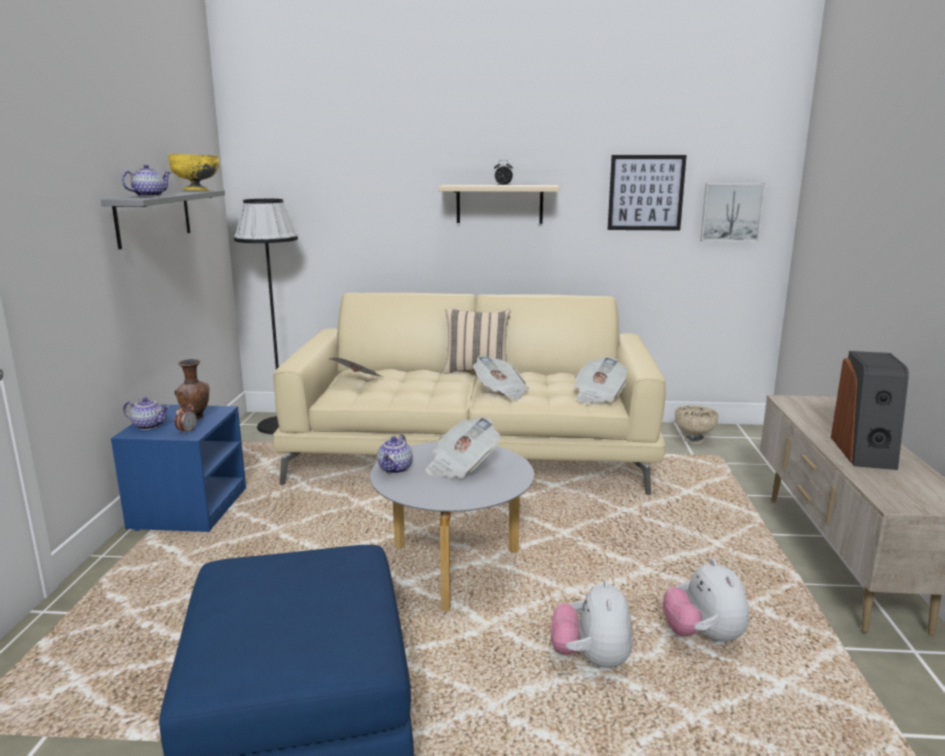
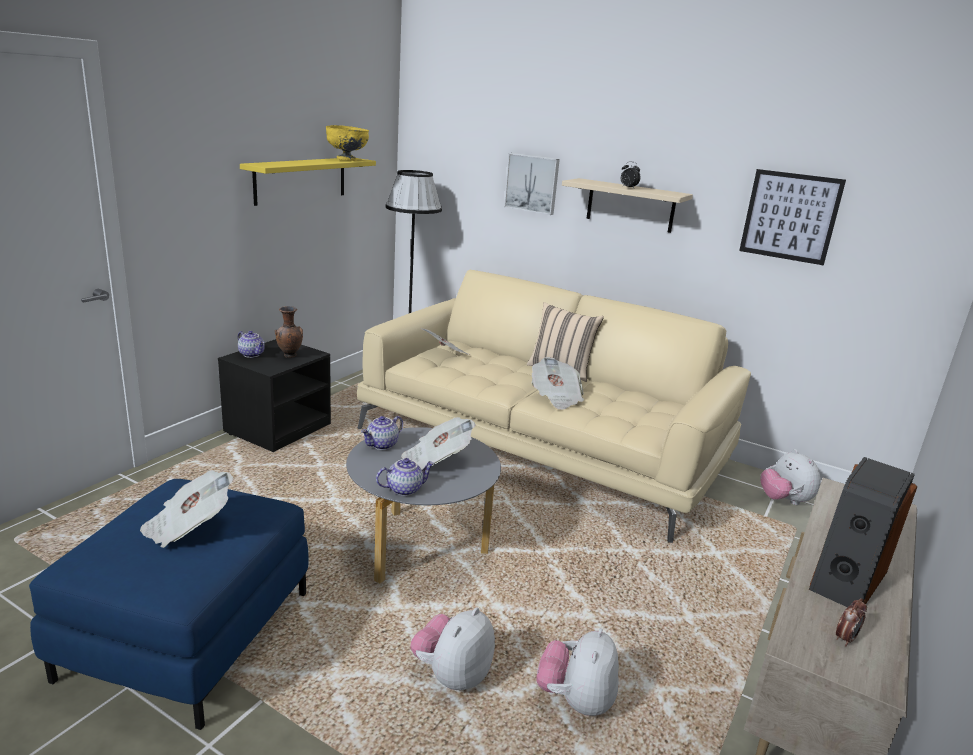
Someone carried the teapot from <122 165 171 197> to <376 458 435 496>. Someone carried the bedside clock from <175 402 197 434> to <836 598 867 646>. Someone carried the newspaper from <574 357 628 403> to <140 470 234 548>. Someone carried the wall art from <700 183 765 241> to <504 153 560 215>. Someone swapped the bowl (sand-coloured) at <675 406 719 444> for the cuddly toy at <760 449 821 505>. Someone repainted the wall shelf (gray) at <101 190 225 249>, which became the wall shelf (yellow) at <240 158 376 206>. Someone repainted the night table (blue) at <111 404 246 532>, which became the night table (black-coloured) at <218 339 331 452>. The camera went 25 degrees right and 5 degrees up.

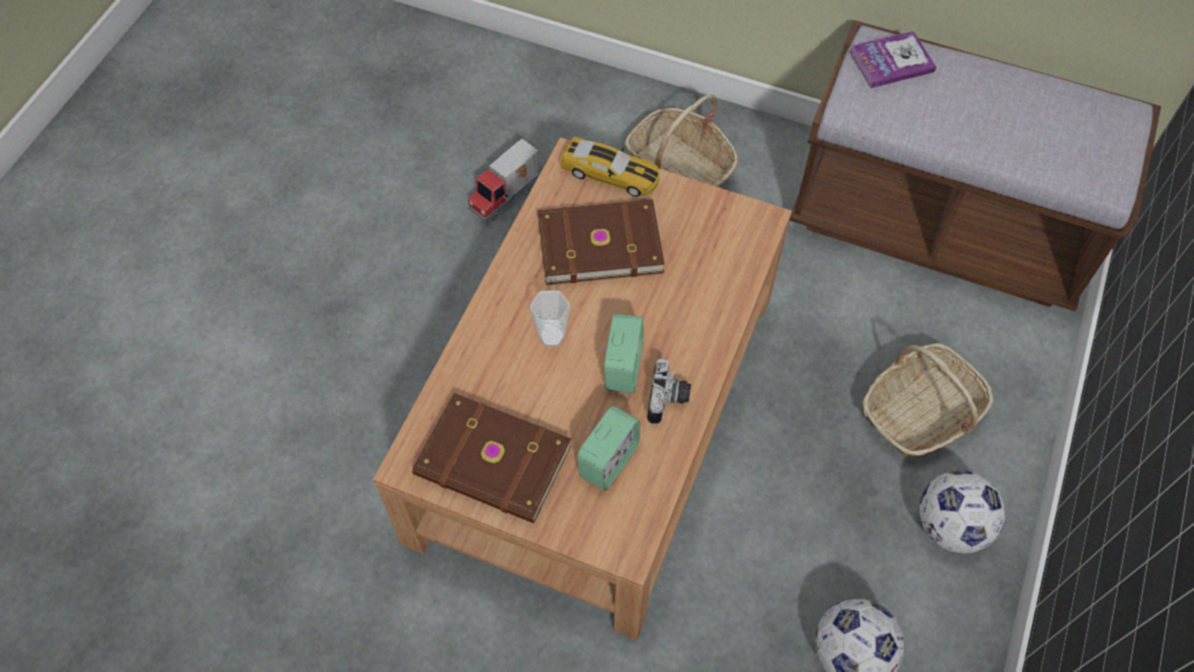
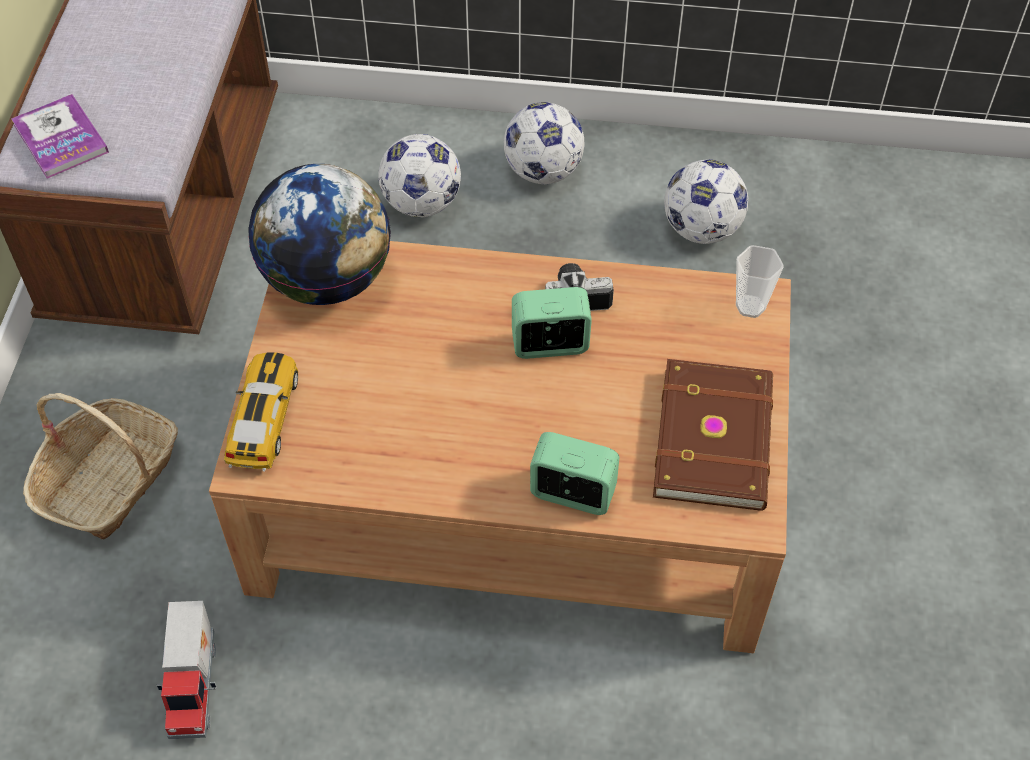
Someone took away the bound book (brown-coloured) at <538 199 665 285>. Someone put down the globe at <248 164 391 305>. Someone carried the cup from <530 291 570 347> to <736 245 784 318>. Someone carried the bedside clock from <577 406 640 491> to <530 432 619 515>. Someone swapped the basket at <862 343 993 457> for the football ball at <378 134 461 218>. Someone rotated the toy lorry at <468 139 538 222> by 60 degrees clockwise. The camera went 105 degrees left and 5 degrees down.

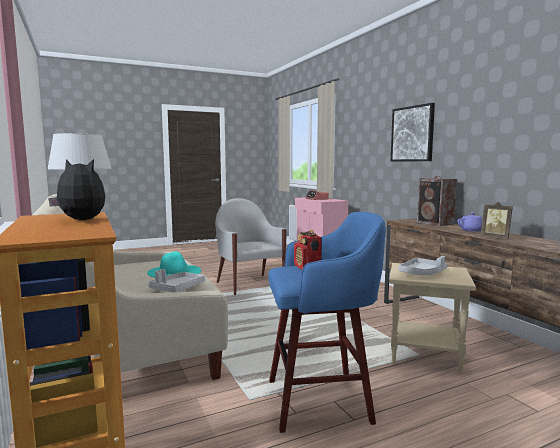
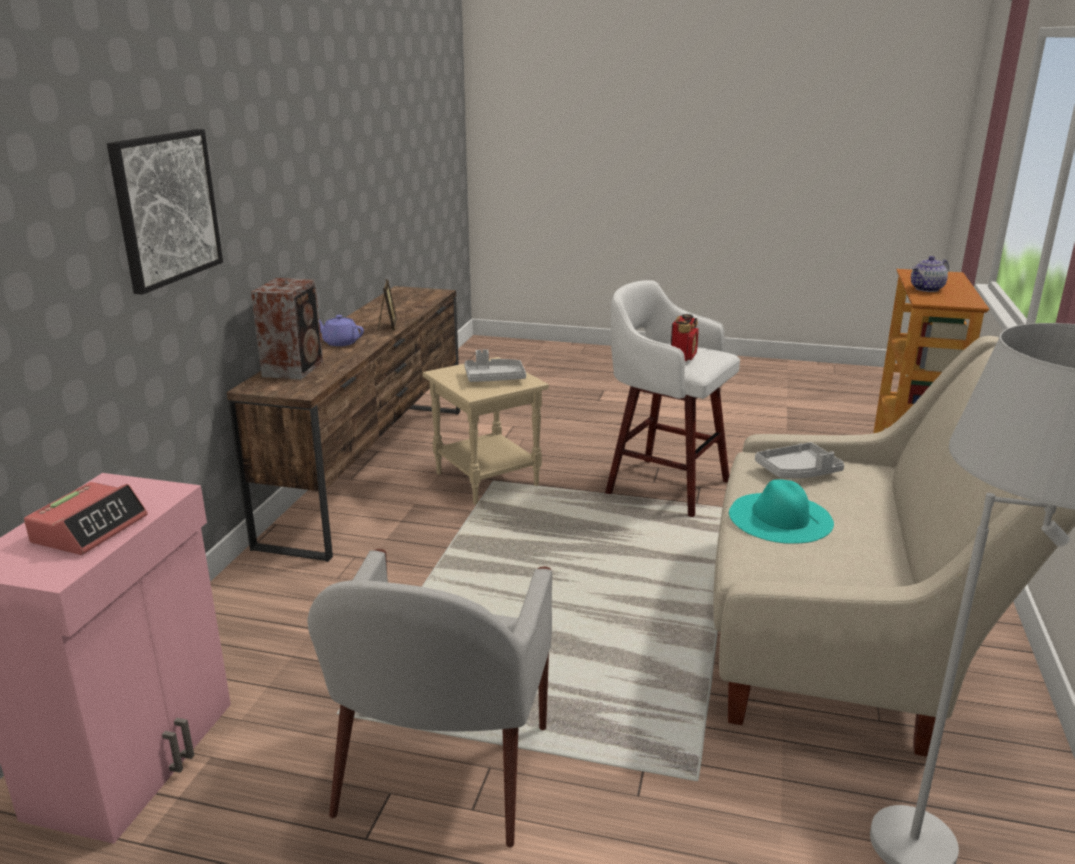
Someone swapped the cuddly toy at <48 159 105 220> for the teapot at <911 256 949 292>. Someone repainted the stool (blue) at <268 212 385 433>, which became the stool (white-coloured) at <605 280 740 517>. The camera went 140 degrees left and 15 degrees up.

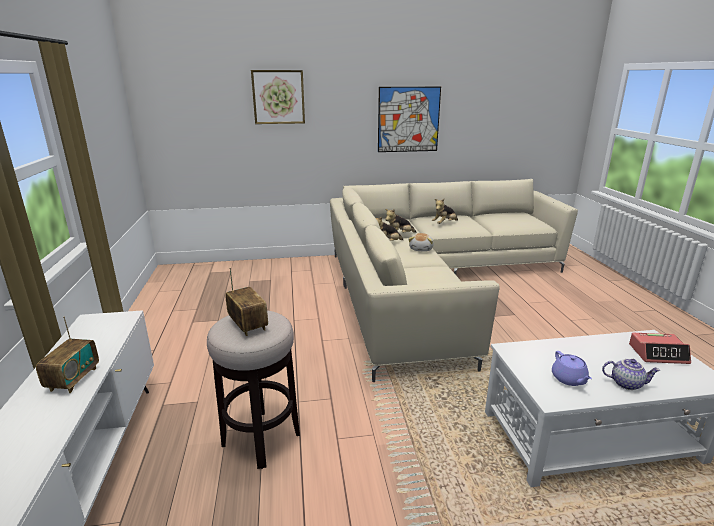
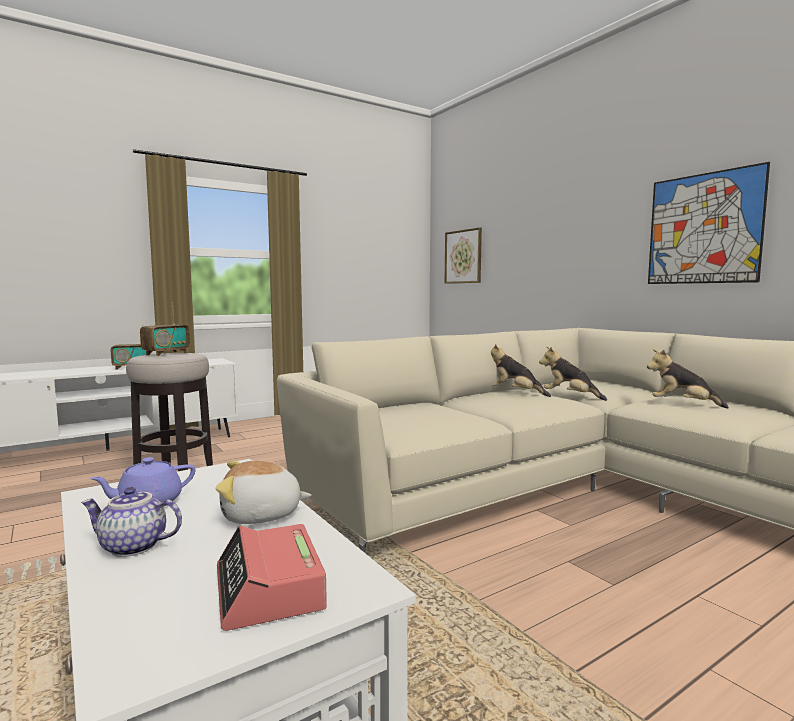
Someone carried the wall art from <251 70 305 124> to <445 227 482 284>. Someone carried the cuddly toy from <409 233 434 252> to <216 461 311 524>. Someone rotated the teapot at <602 359 660 390> by 105 degrees clockwise. The camera went 65 degrees right and 15 degrees down.

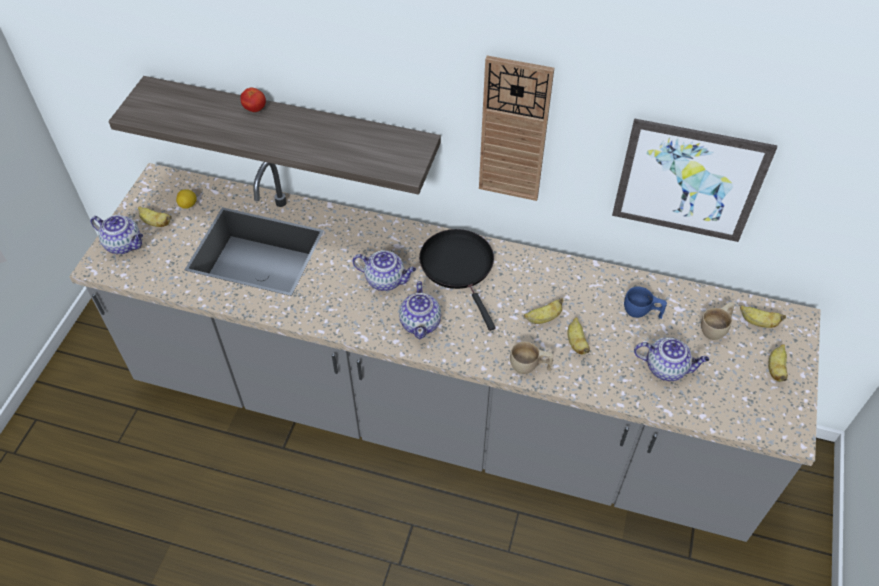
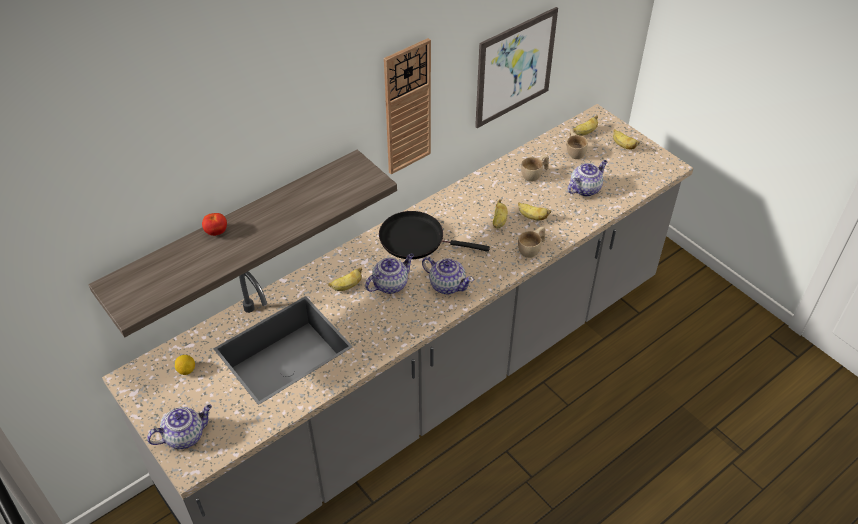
Someone carried the banana fruit from <138 206 172 227> to <328 267 362 291>. Someone repainted the cup (blue) at <624 287 667 319>, which became the cup (sand-coloured) at <521 155 549 182>. The camera went 55 degrees left and 5 degrees down.

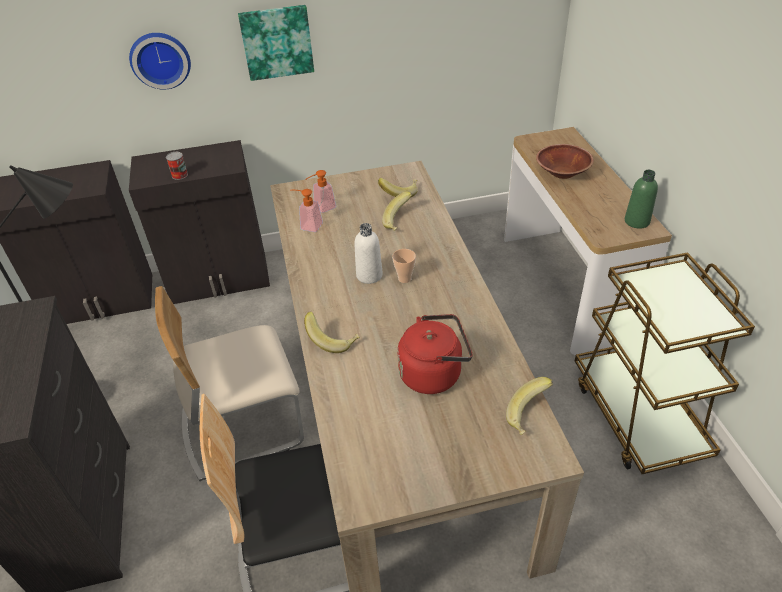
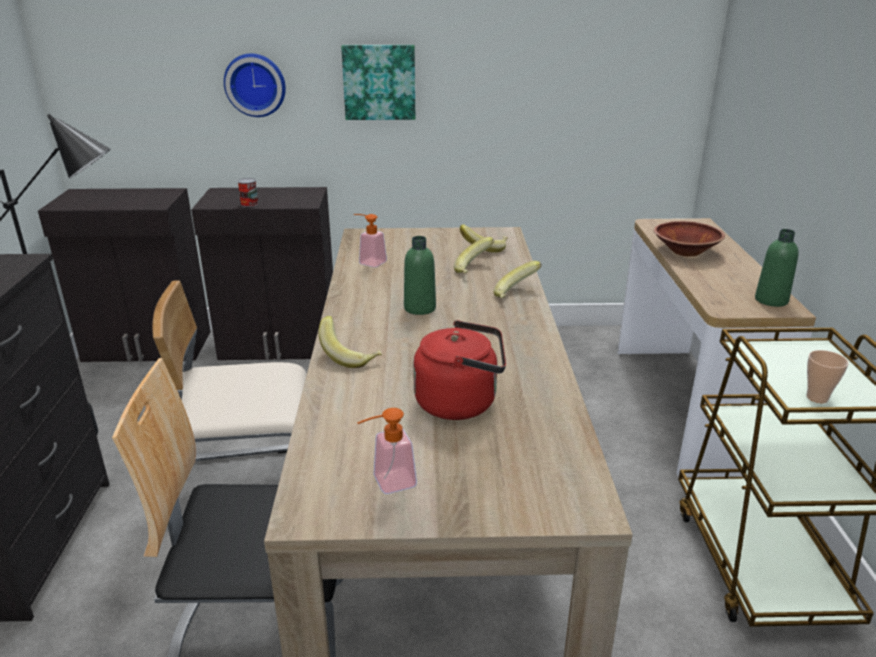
Someone carried the soap dispenser from <305 170 336 213> to <357 408 417 494>. Someone carried the cup from <392 249 416 283> to <806 350 849 403>. Someone carried the banana fruit from <506 377 553 435> to <493 261 542 298>. Someone repainted the bottle (white-coloured) at <354 223 383 284>, which became the bottle (green-coloured) at <404 236 436 315>. The camera went 10 degrees right and 15 degrees down.

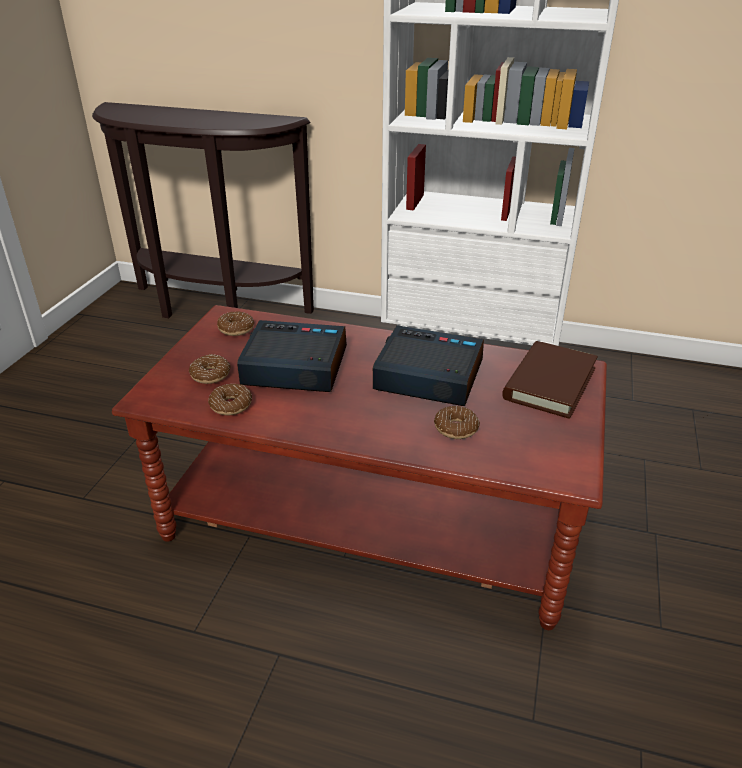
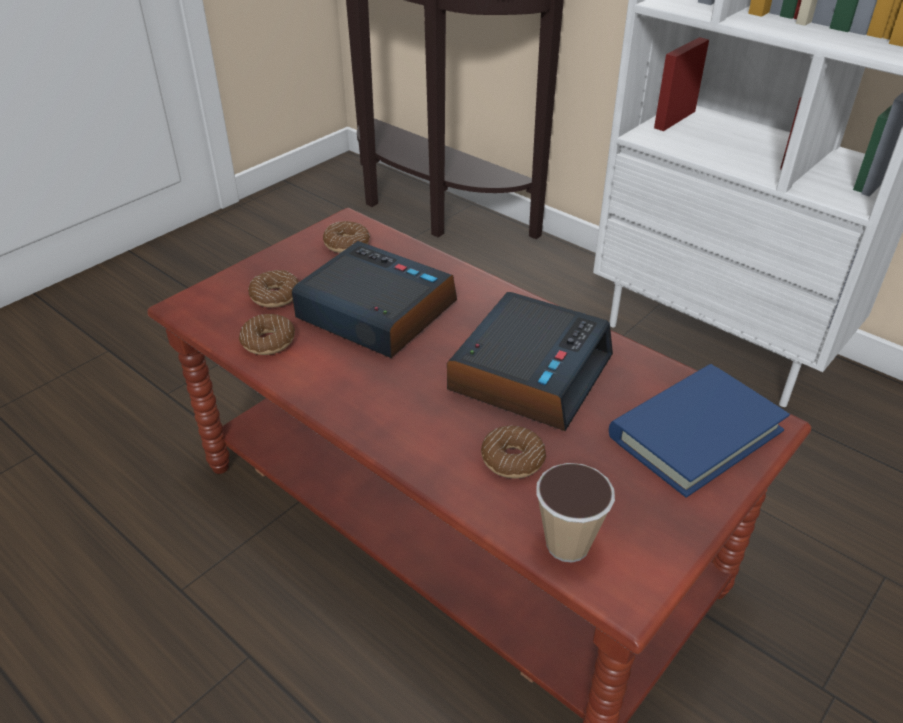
Someone put down the cup at <536 463 615 562>. Someone repainted the bound book (brown-coloured) at <502 341 598 419>, which became the bound book (blue) at <609 364 790 498>. Someone rotated the bedside clock at <373 325 484 406> by 75 degrees clockwise. The camera went 25 degrees right and 5 degrees up.

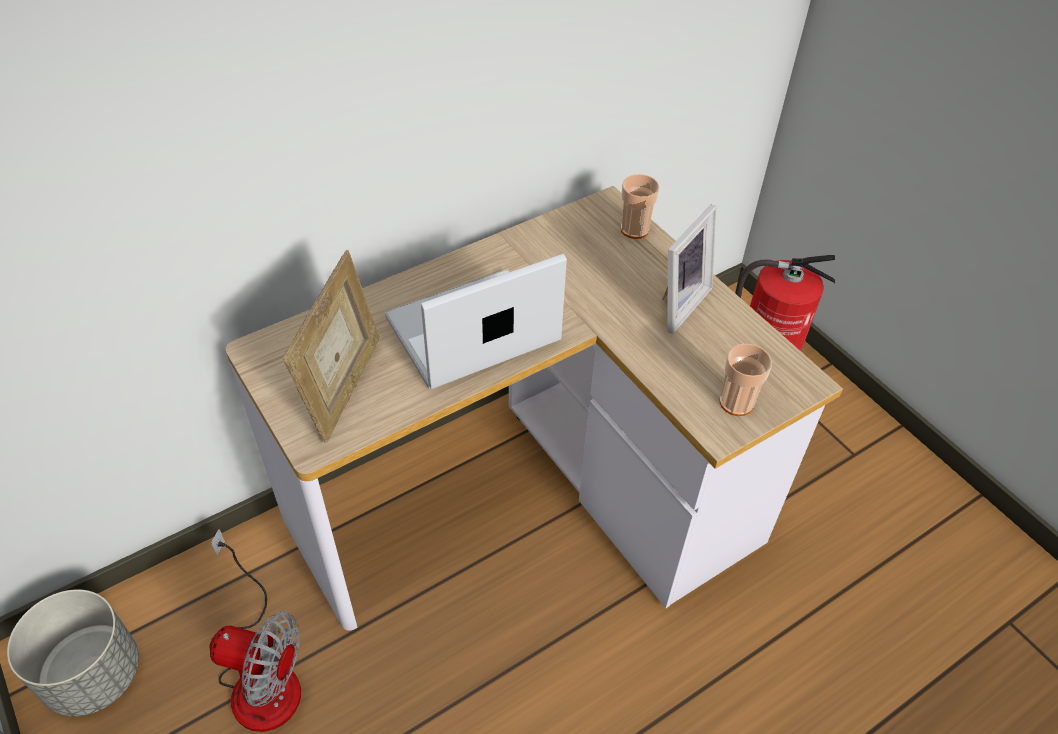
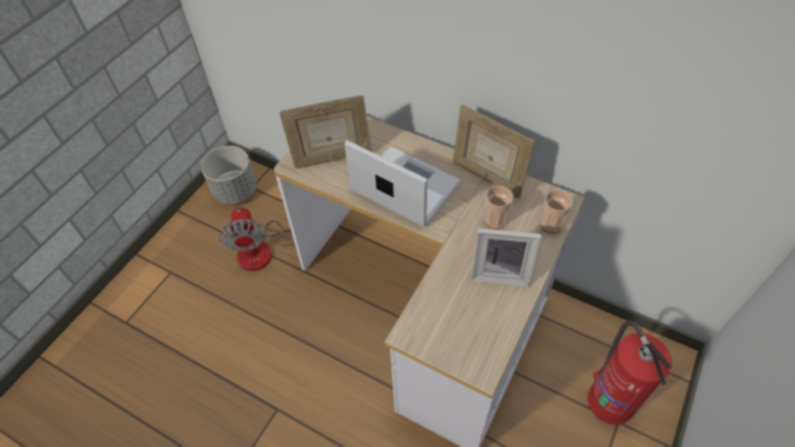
Someone put down the photo frame at <453 105 535 198>. Someone carried the cup from <720 344 772 416> to <485 186 513 229>. The camera went 65 degrees right and 5 degrees up.

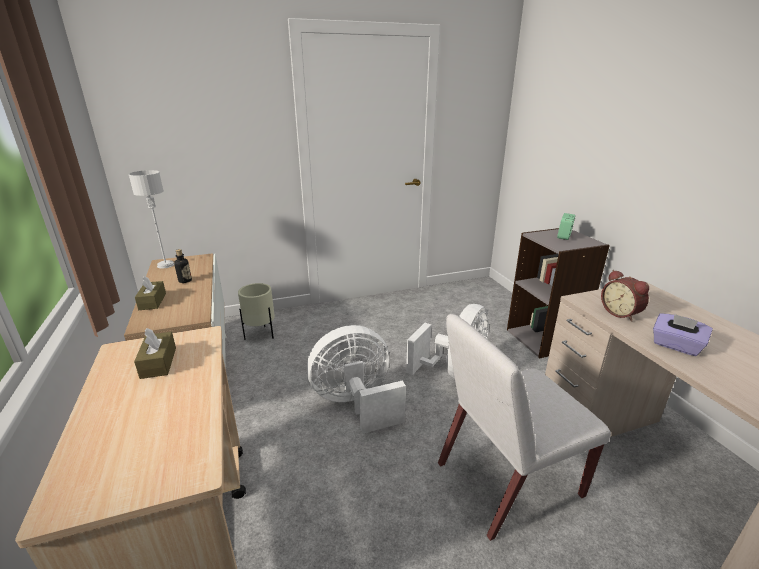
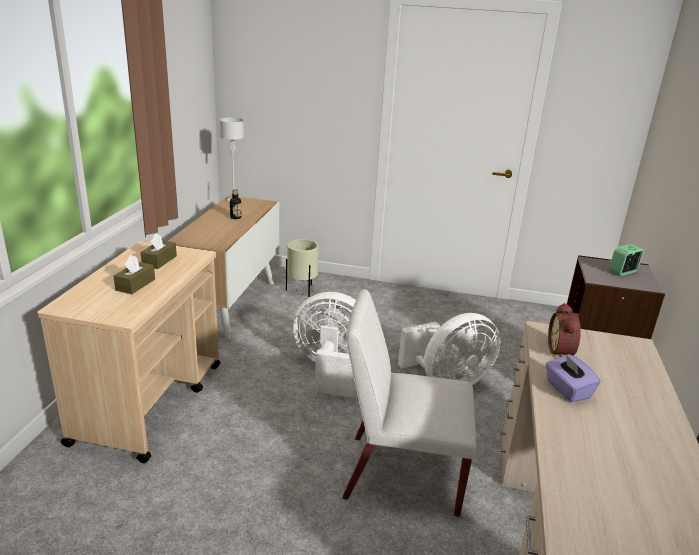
Someone carried the tissue box (brown-coloured) from <135 276 166 310> to <113 255 155 294>. The camera went 30 degrees right and 0 degrees up.

